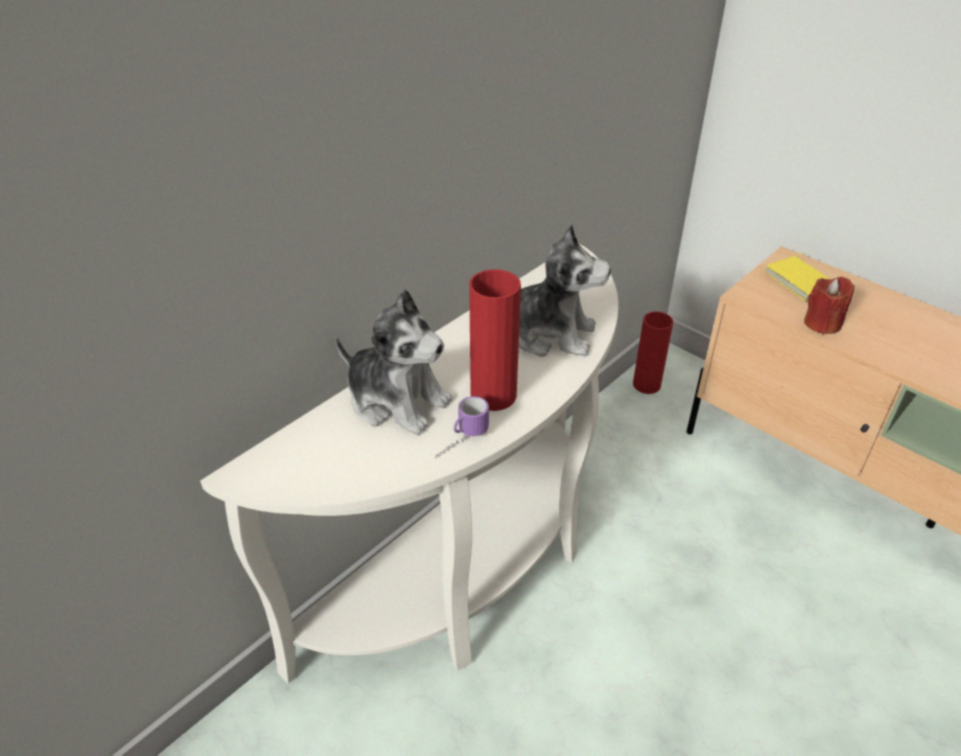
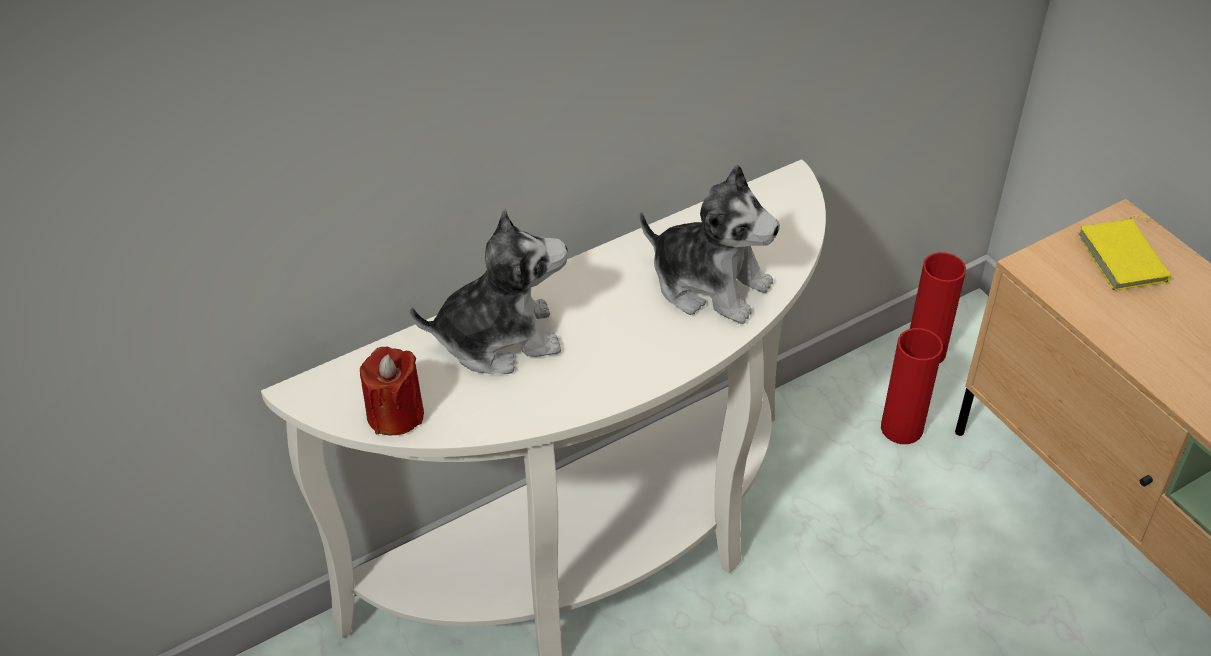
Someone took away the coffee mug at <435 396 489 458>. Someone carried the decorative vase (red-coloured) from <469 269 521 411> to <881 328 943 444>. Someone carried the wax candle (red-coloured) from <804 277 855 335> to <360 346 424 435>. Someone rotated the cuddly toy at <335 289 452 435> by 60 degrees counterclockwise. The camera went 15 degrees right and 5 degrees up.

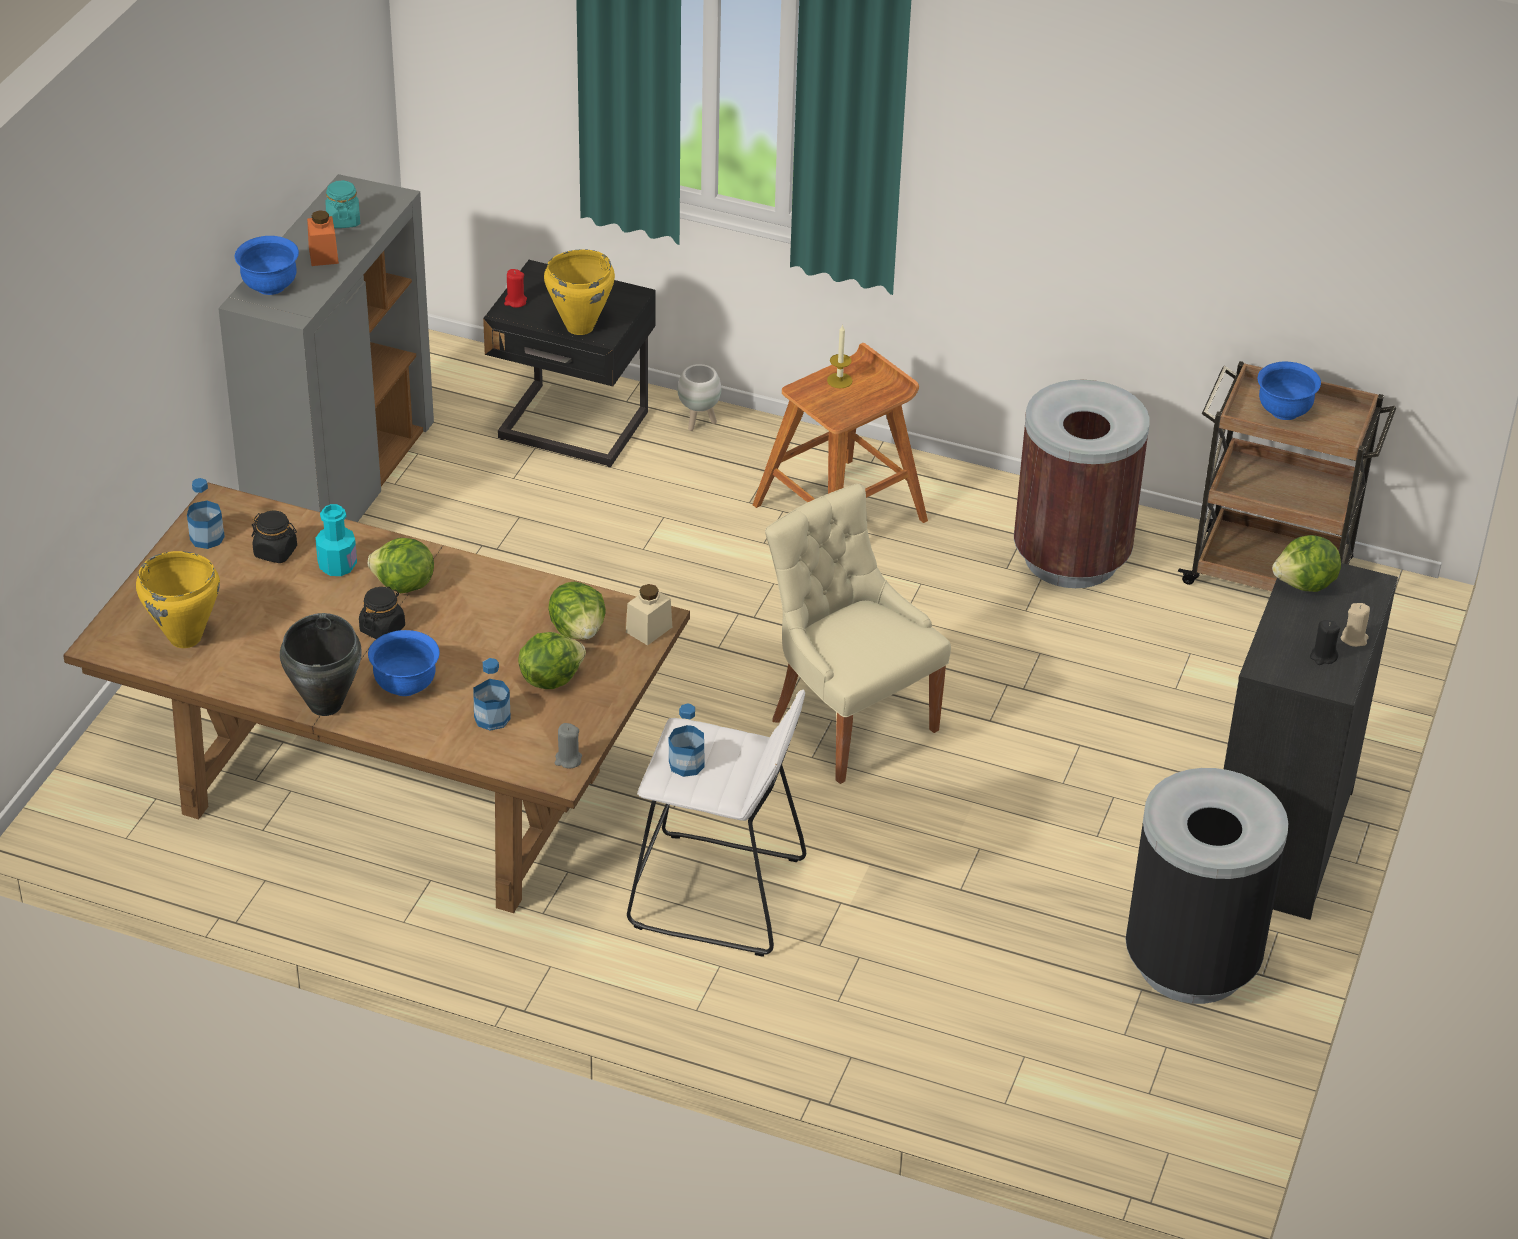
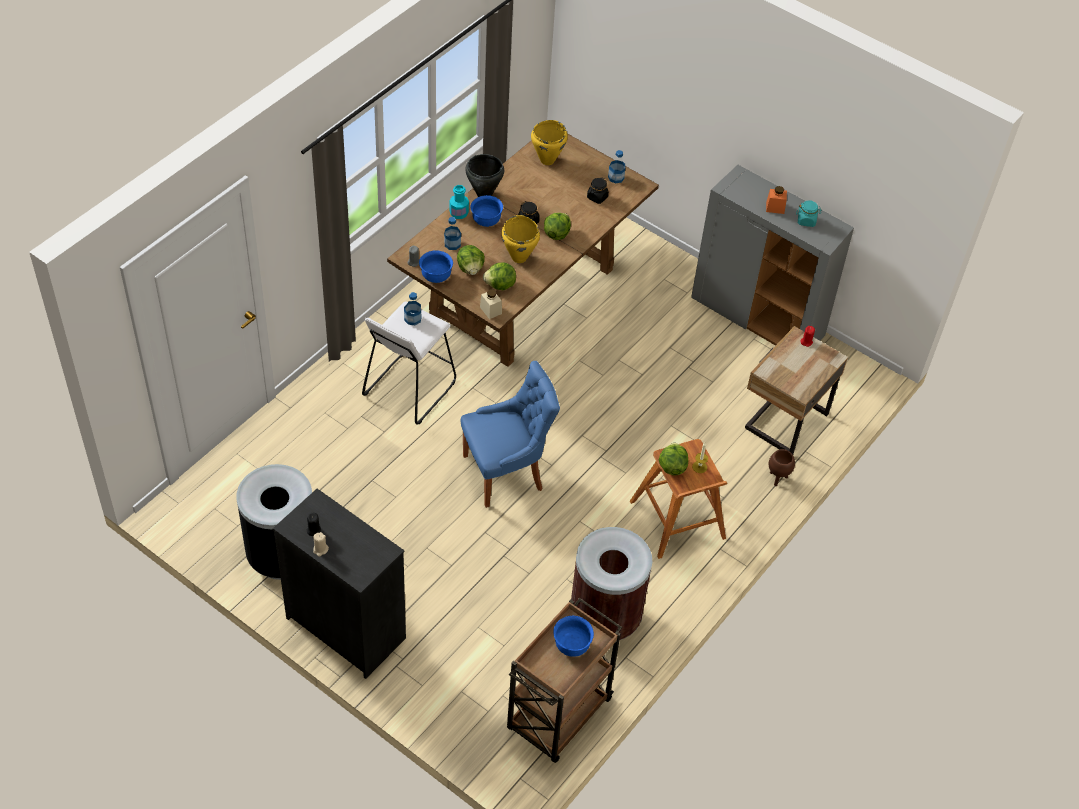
Someone carried the bowl (blue) from <235 236 299 295> to <419 251 453 283>. Someone carried the bottle (turquoise) from <315 504 357 576> to <450 185 469 219>. Someone carried the stockpot (yellow) from <544 249 615 335> to <501 215 540 263>. Someone carried the head of lettuce from <1272 535 1341 592> to <659 443 688 475>. Someone repainted the night table (black-coloured) at <483 260 655 467>, which became the night table (sand-coloured) at <745 326 848 454>. Someone repainted the planter (white-coloured) at <678 364 721 431>, which became the planter (brown-coloured) at <769 449 795 486>. Someone repainted the upright chair (sand-coloured) at <765 483 951 784>, which became the upright chair (blue) at <461 360 560 508>. The camera went 105 degrees right and 10 degrees up.

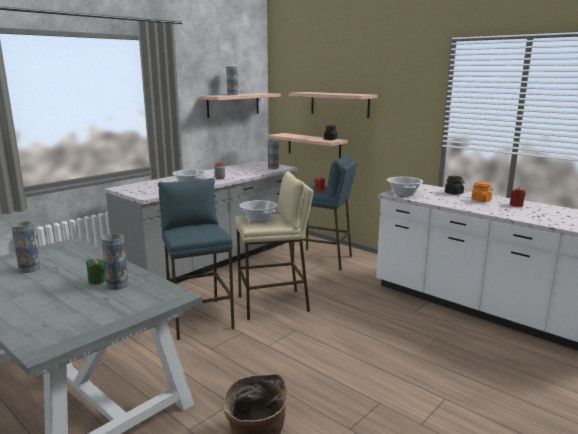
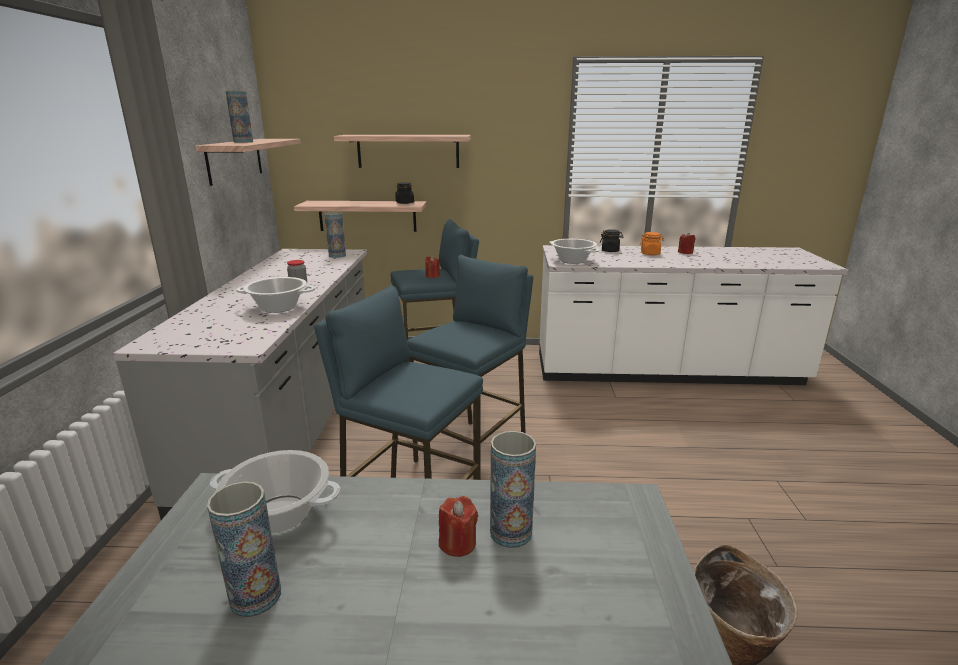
Someone carried the stockpot from <239 200 278 222> to <210 450 341 533>. Someone repainted the wax candle (green-coloured) at <86 258 106 284>, which became the wax candle (red-coloured) at <439 496 478 557>. Someone repainted the stool (sand-coloured) at <235 171 314 320>, which became the stool (blue) at <407 255 533 480>. The camera went 40 degrees left and 5 degrees up.

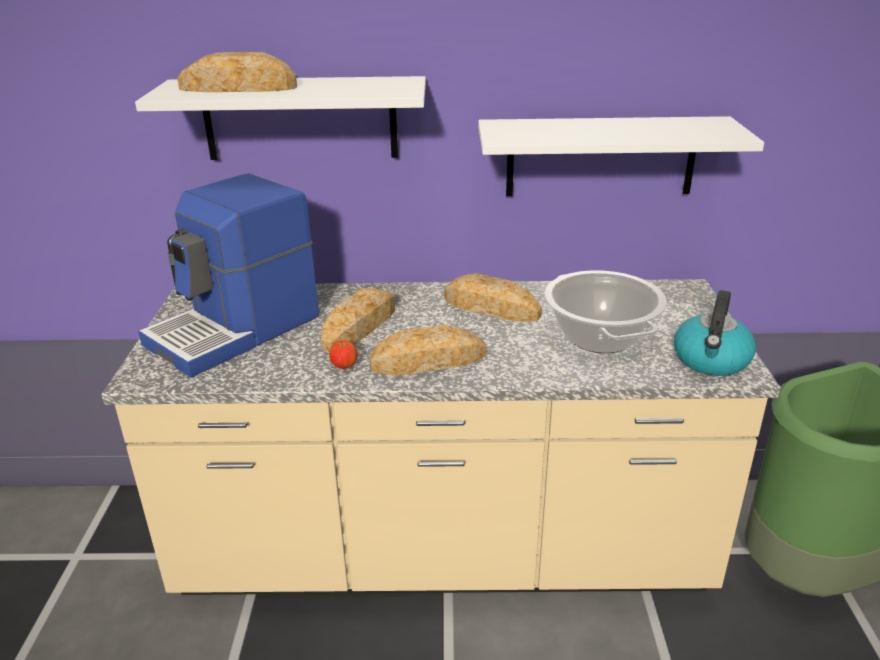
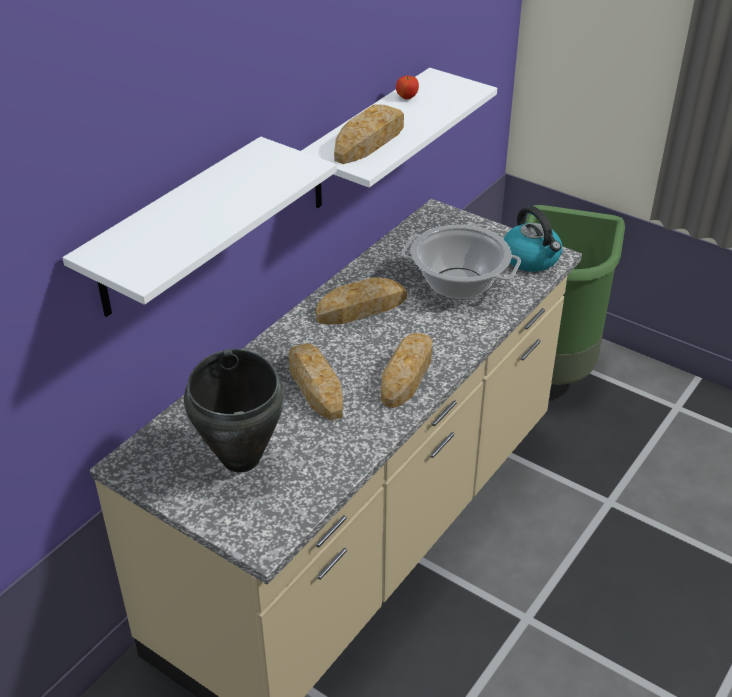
Someone carried the bakery bread from <177 52 297 92> to <334 105 404 164>. Someone carried the apple fruit from <329 340 358 369> to <396 76 419 100>. Someone swapped the coffee maker at <138 174 319 378> for the stockpot (black-coloured) at <184 349 285 473>. The camera went 55 degrees left and 10 degrees up.

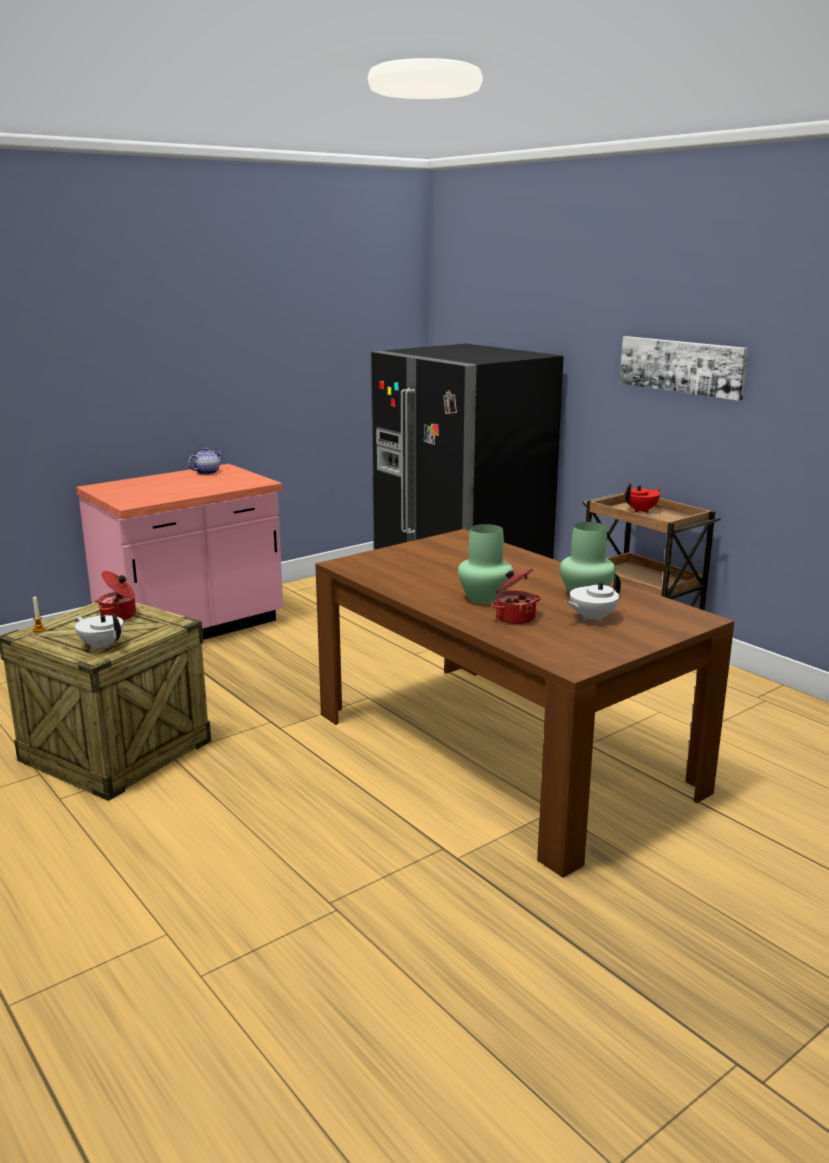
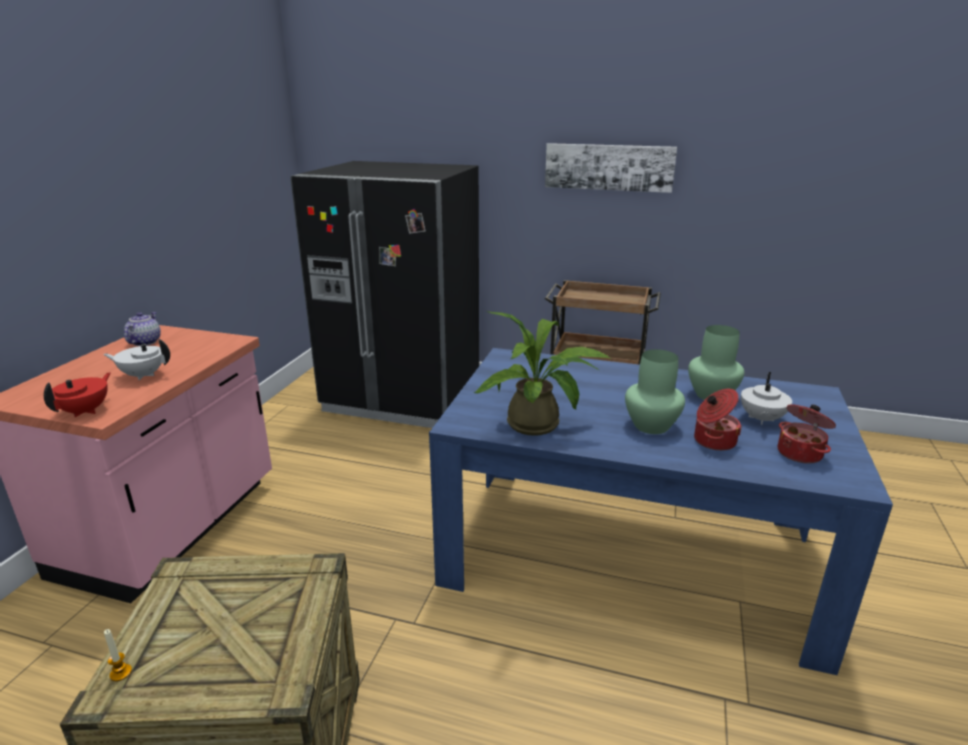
Someone put down the plant in a pot at <474 311 611 436>. Someone carried the teapot (white-coloured) from <75 614 123 650> to <103 339 170 380>. Someone carried the stockpot from <98 571 136 620> to <778 404 836 464>. Someone carried the teapot (red-coloured) from <624 483 660 513> to <44 372 111 417>. Someone repainted the dinner table (brown-coloured) at <315 529 735 878>, which became the dinner table (blue) at <429 348 893 675>. The camera went 35 degrees left and 5 degrees up.

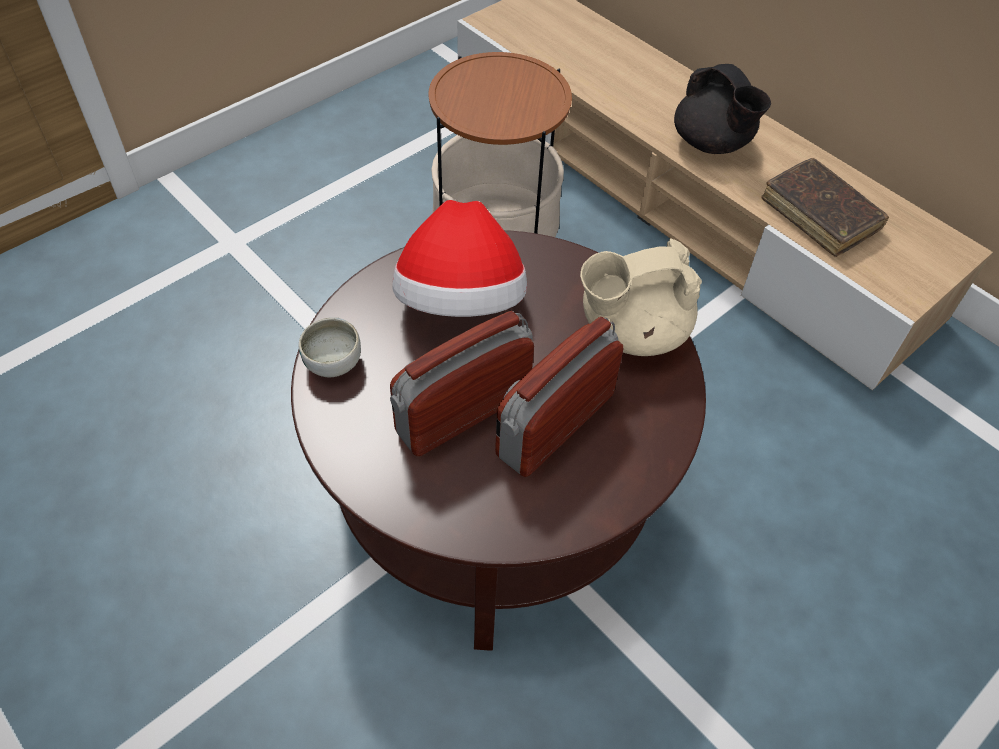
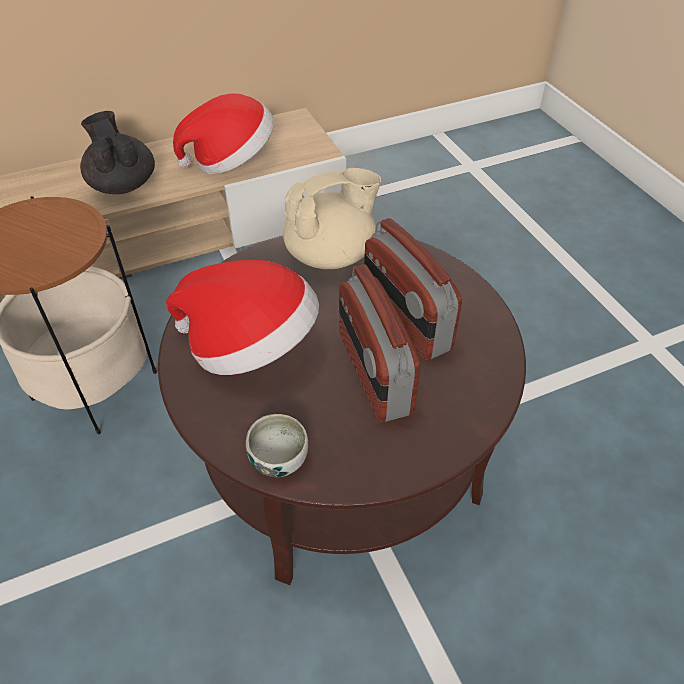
Someone swapped the bound book (brown-coloured) at <761 158 889 257> for the clothing hat at <173 93 274 174>. Someone rotated the teapot (sand-coloured) at <580 238 702 356> by 120 degrees counterclockwise. Someone rotated the teapot (black-coloured) at <674 64 771 154> by 105 degrees counterclockwise. The camera went 70 degrees left and 5 degrees down.

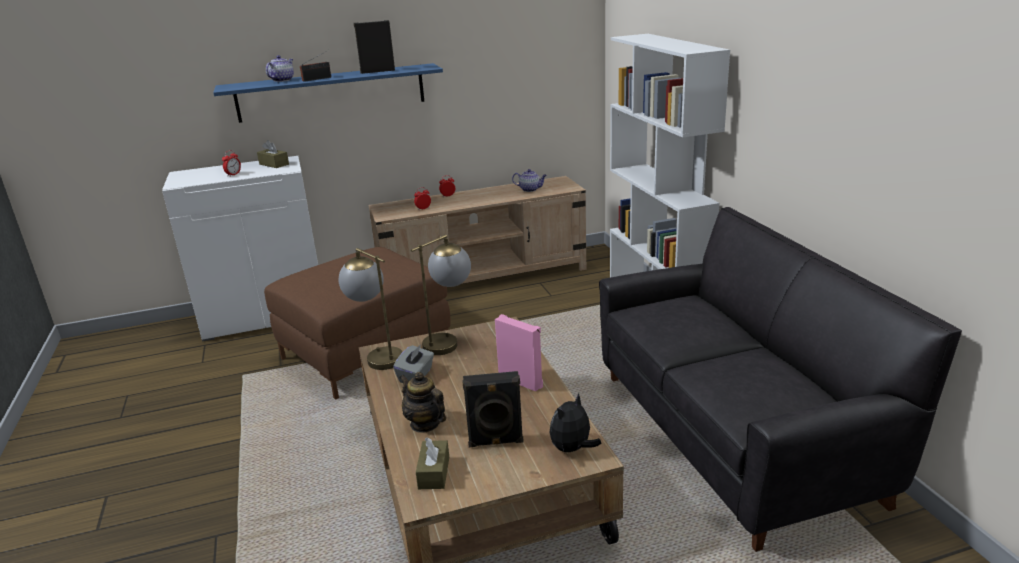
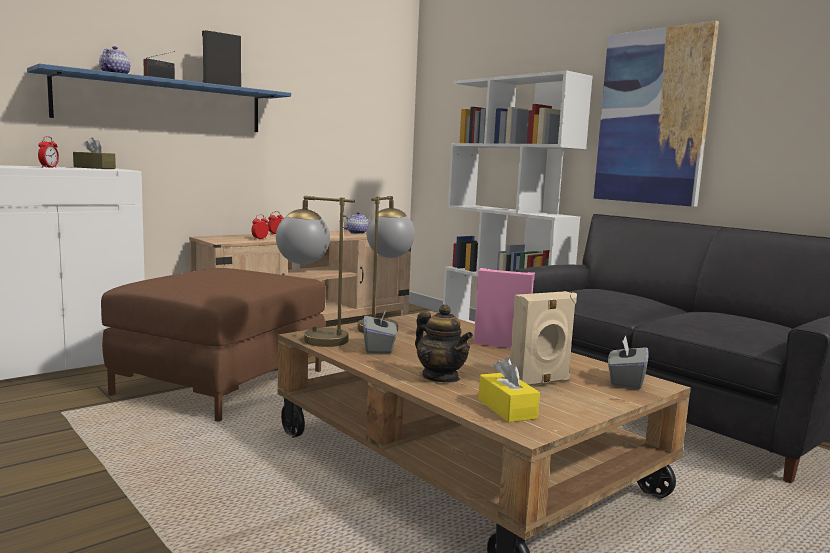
Someone put up the wall art at <594 20 719 207>. Someone swapped the cuddly toy at <549 393 601 452> for the tissue box (gray) at <608 335 649 390>. Someone repainted the tissue box (brown-coloured) at <416 437 449 489>, which became the tissue box (yellow) at <478 357 540 422>. Someone repainted the audio speaker (black-coloured) at <462 371 524 447>, which became the audio speaker (sand-coloured) at <510 291 577 386>. Someone rotated the teapot at <400 372 446 433> by 150 degrees counterclockwise. The camera went 25 degrees left and 15 degrees down.

